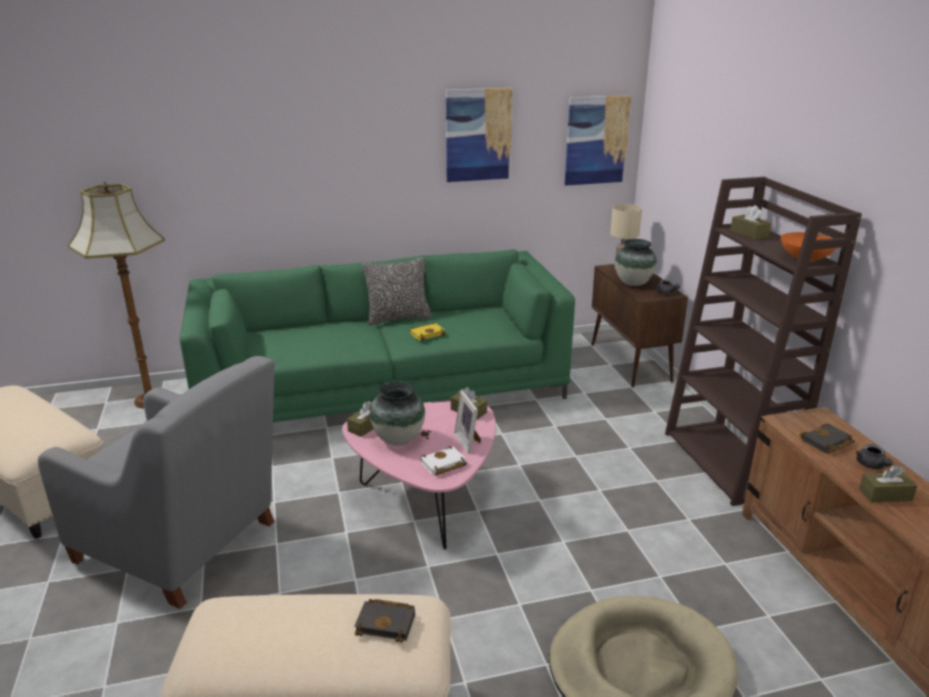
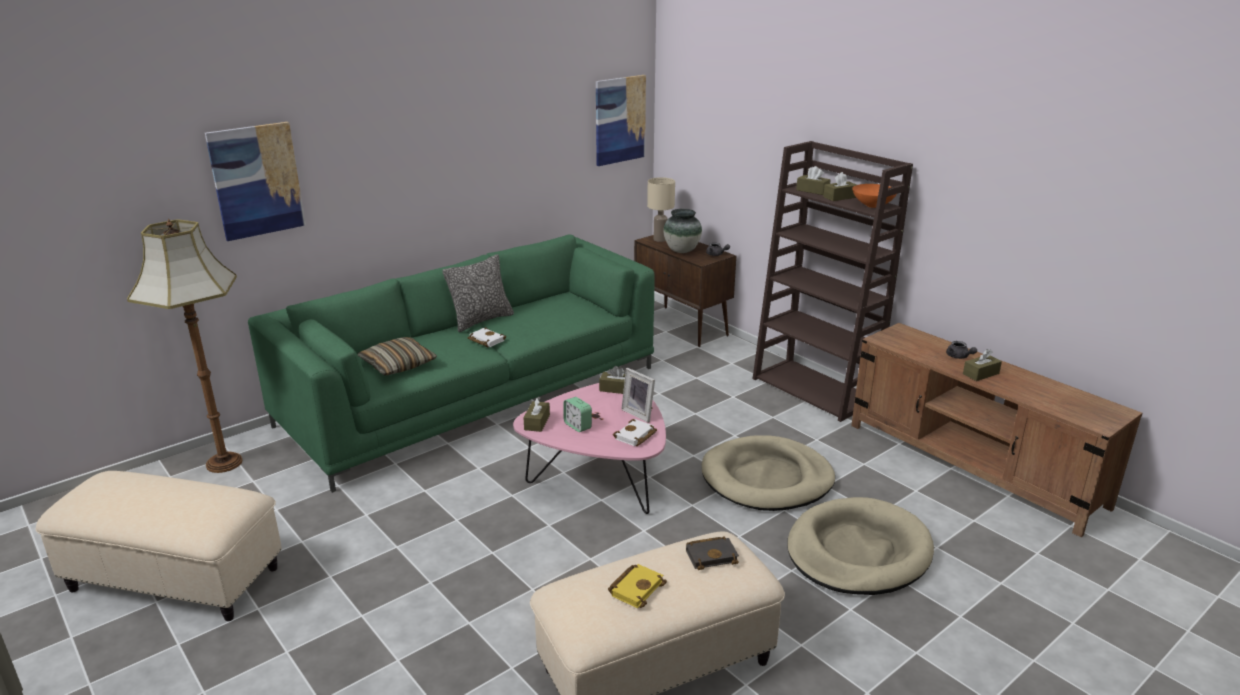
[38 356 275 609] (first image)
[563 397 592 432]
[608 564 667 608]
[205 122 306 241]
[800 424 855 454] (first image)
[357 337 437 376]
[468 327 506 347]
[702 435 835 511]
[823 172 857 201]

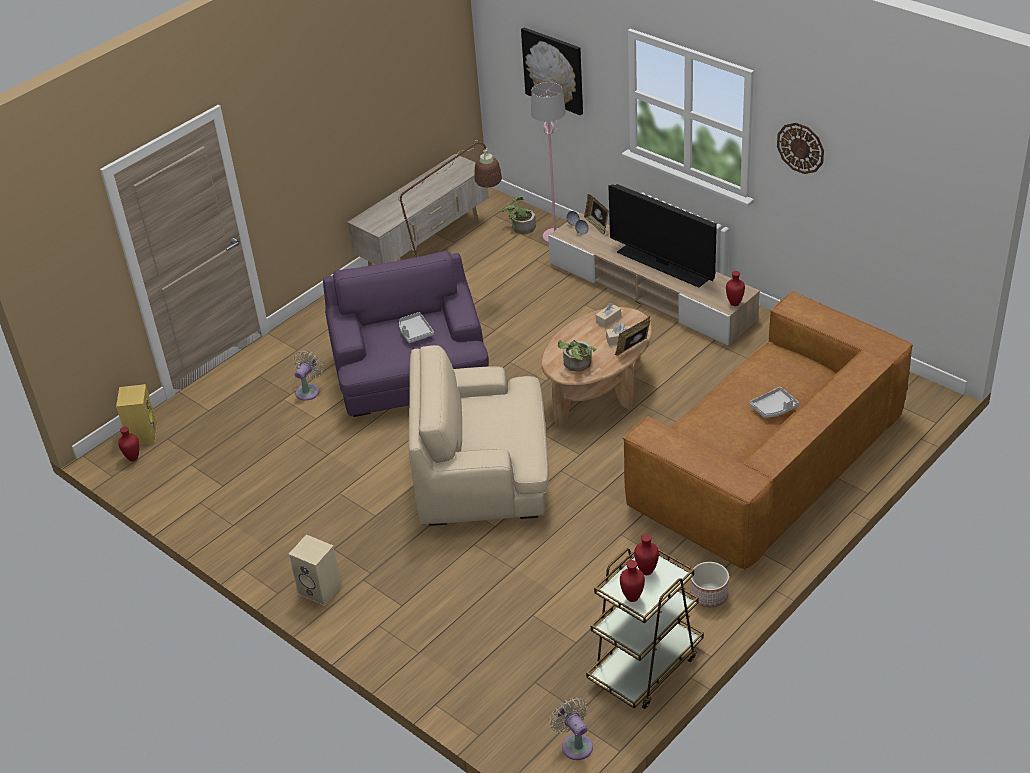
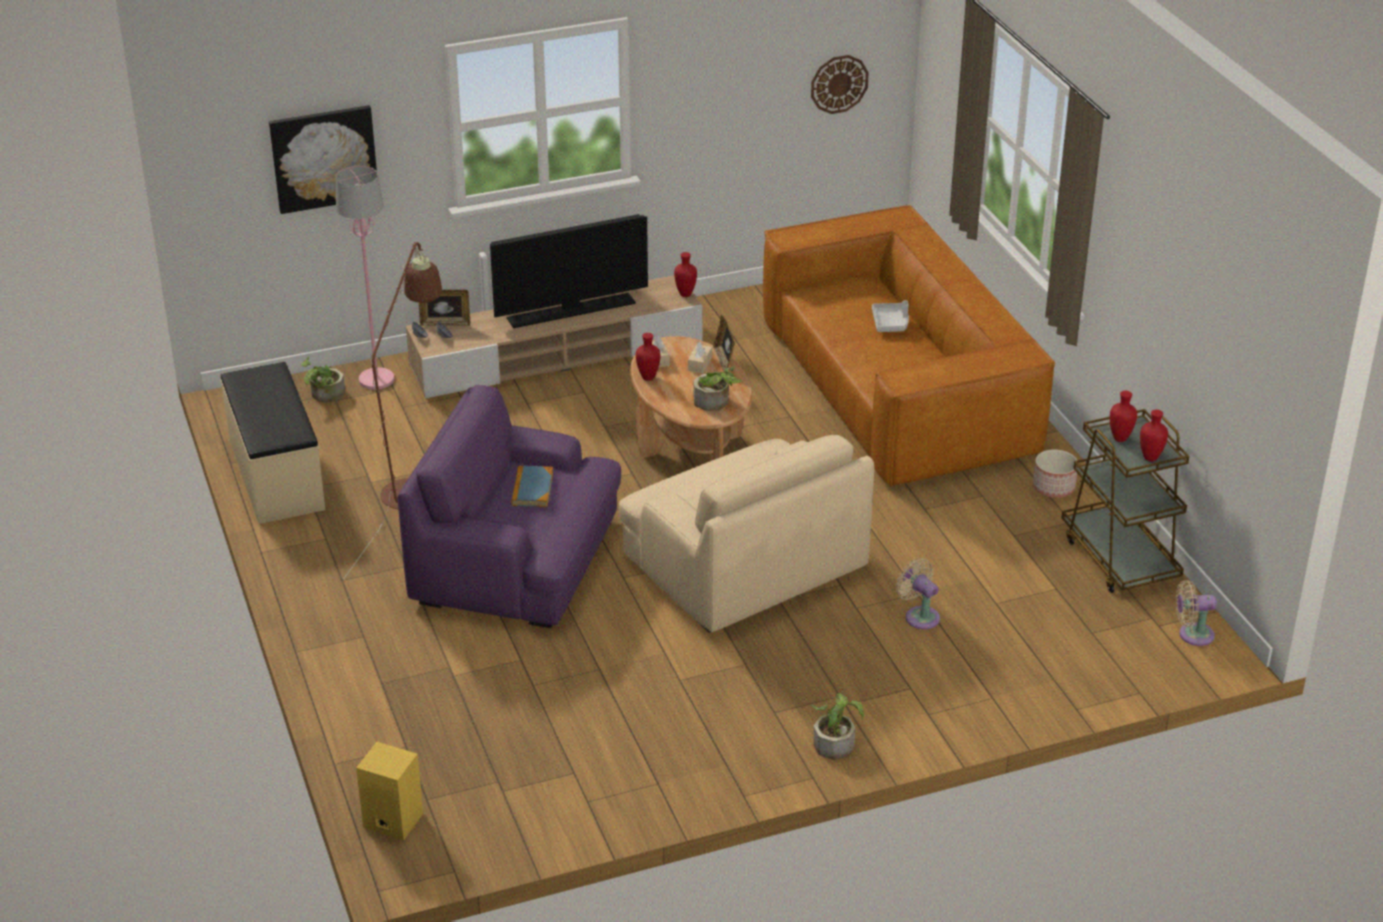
[636 333 660 381]
[811 693 864 760]
[896 558 940 629]
[221 362 325 524]
[511 466 553 507]
[619 435 874 633]
[811 55 869 114]

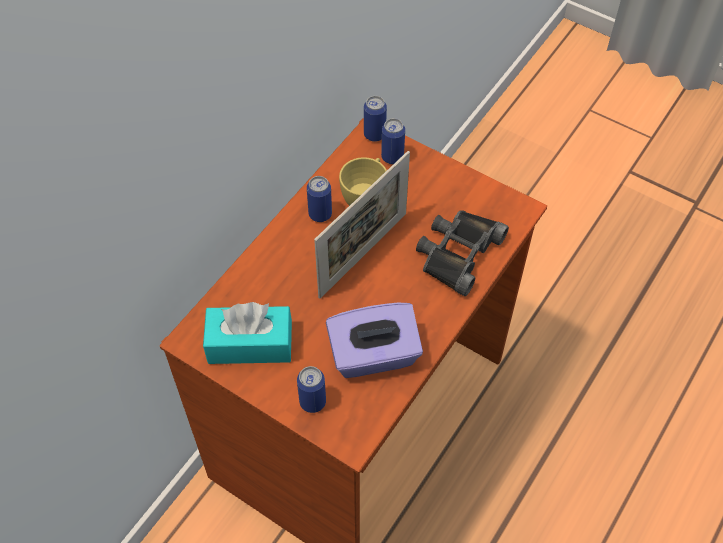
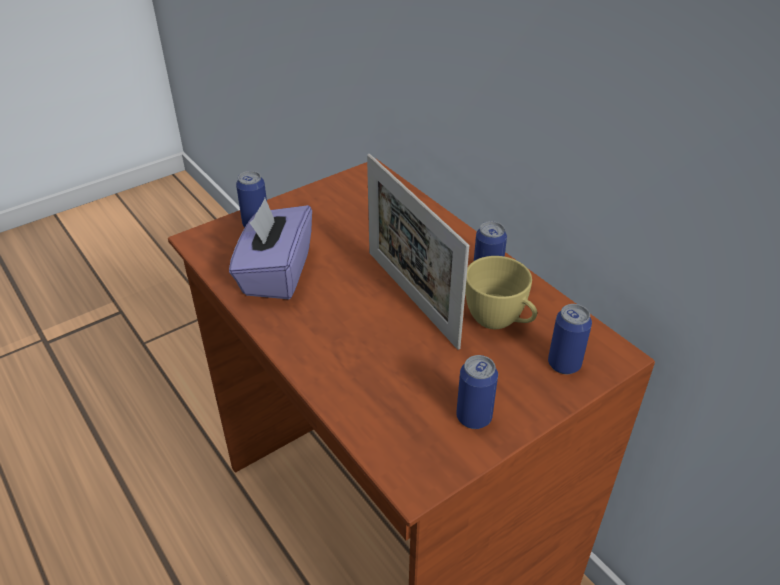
[203 302 292 364] (first image)
[456 355 498 429]
[416 210 509 296] (first image)

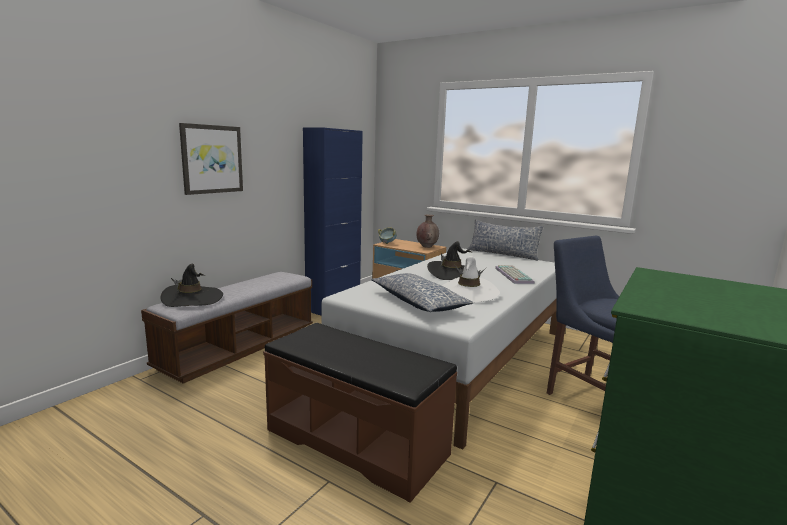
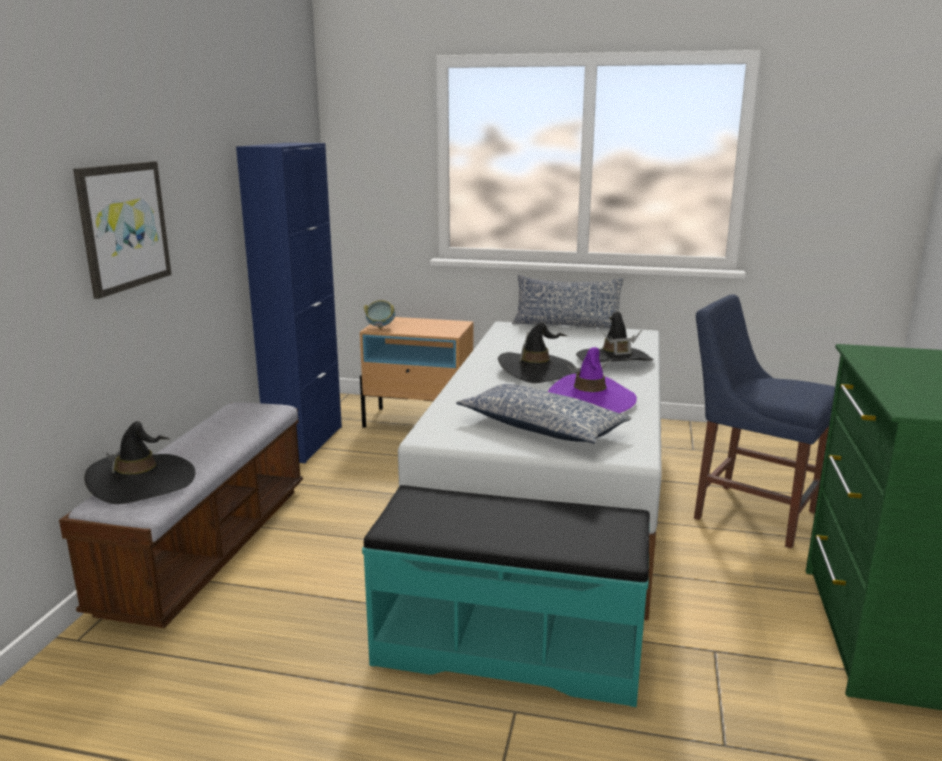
[362 485 650 707]
[416 215 439 248] (first image)
[548 347 637 413]
[576 311 654 362]

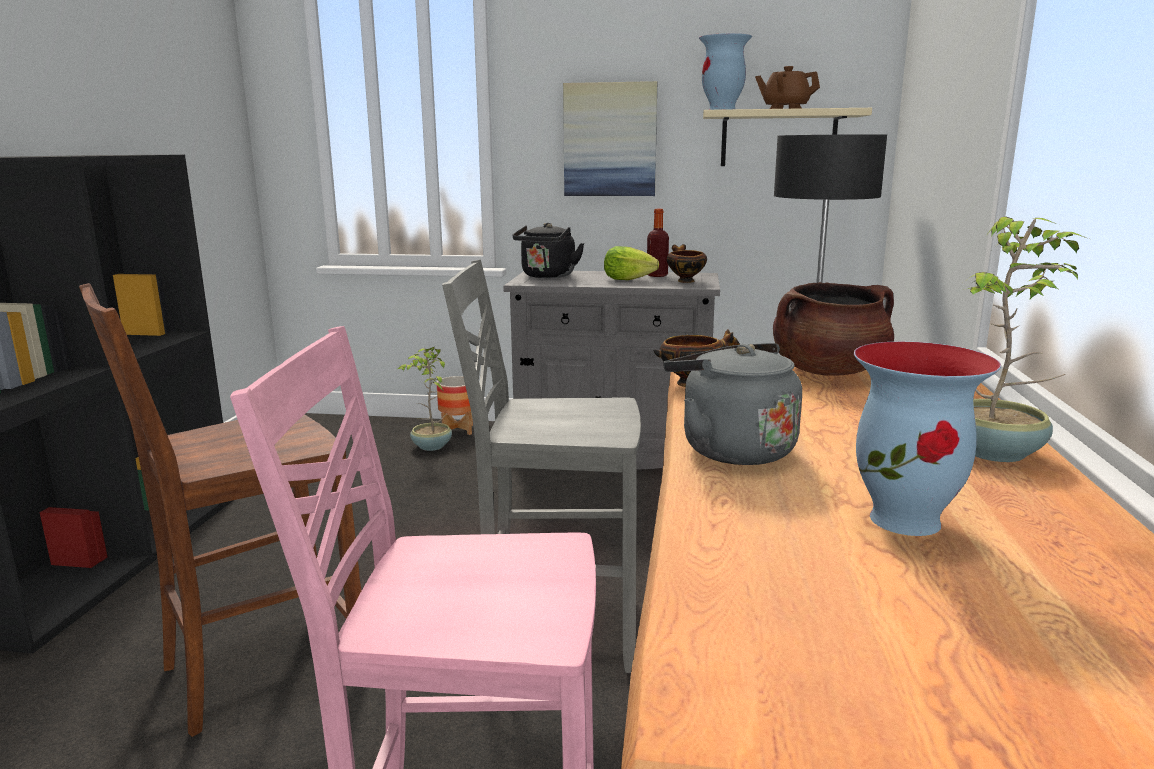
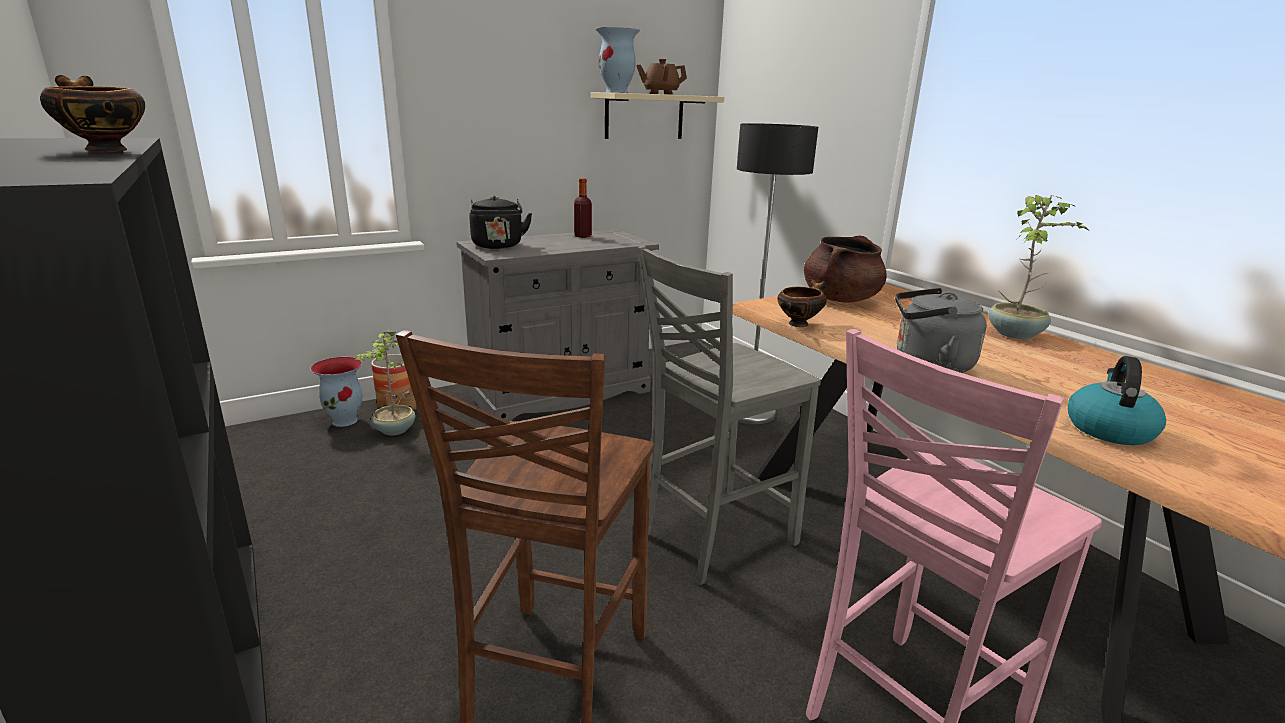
[563 81 657 196] (first image)
[604 246 659 280] (first image)
[40 75 145 152]
[310 357 362 427]
[1068 356 1166 445]

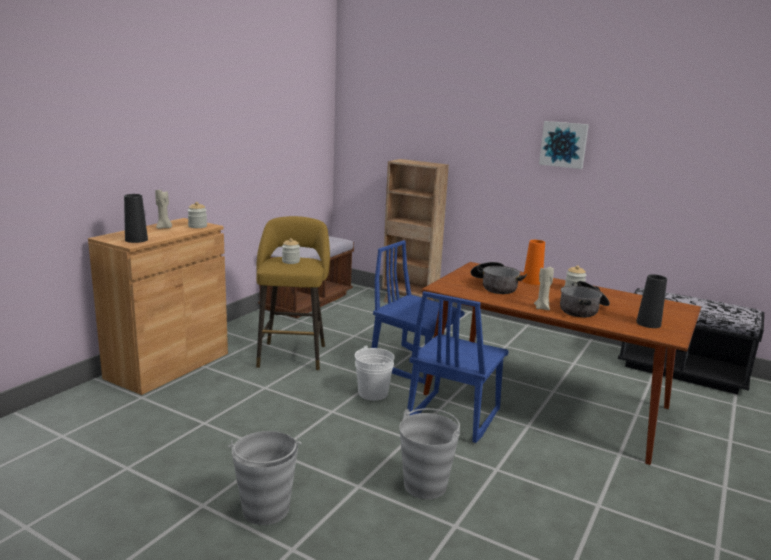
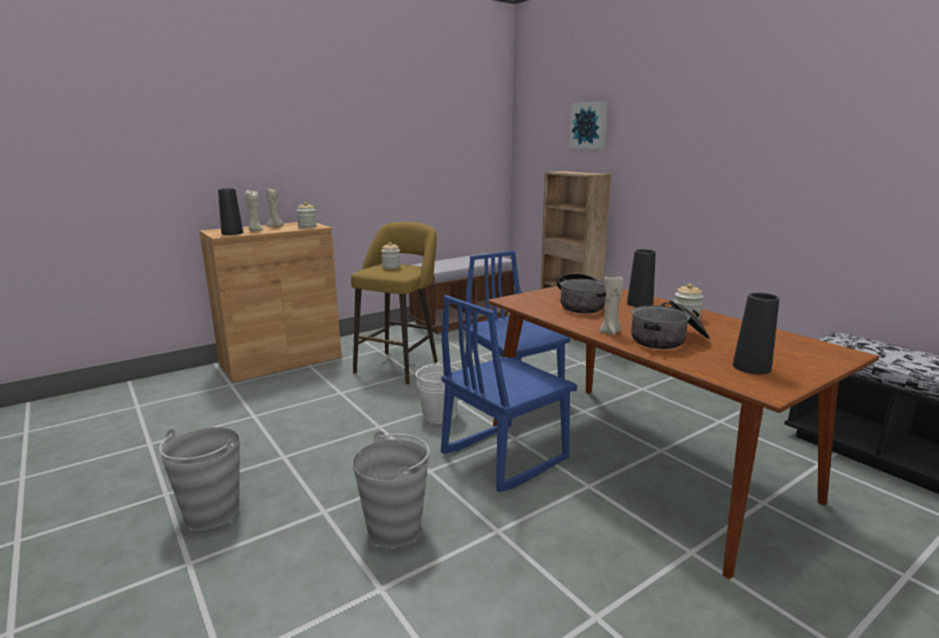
[627 249 656 307]
[569 101 608 149]
[245 190 263 231]

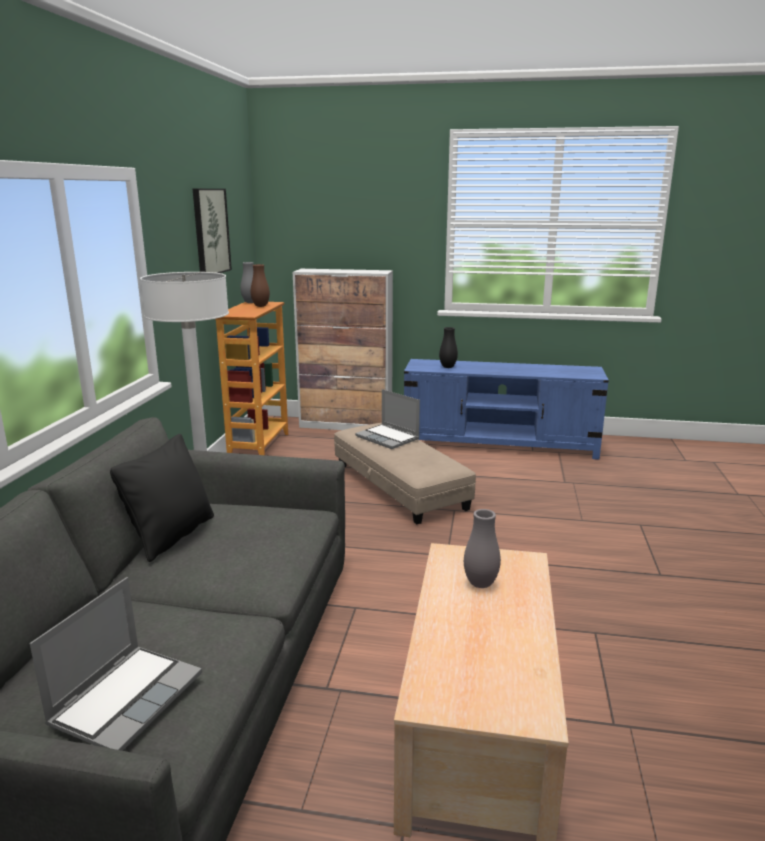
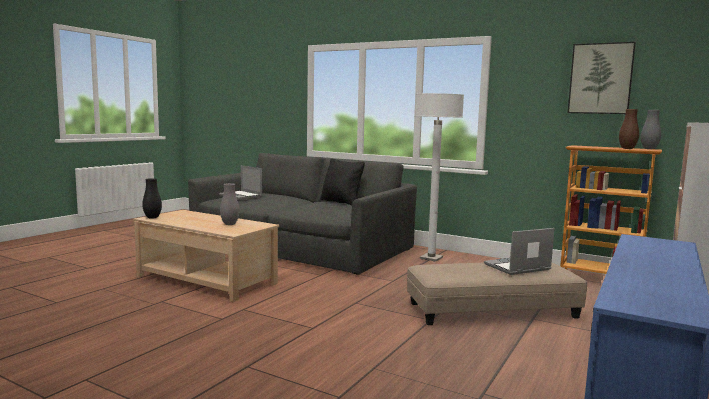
[142 178 162 219]

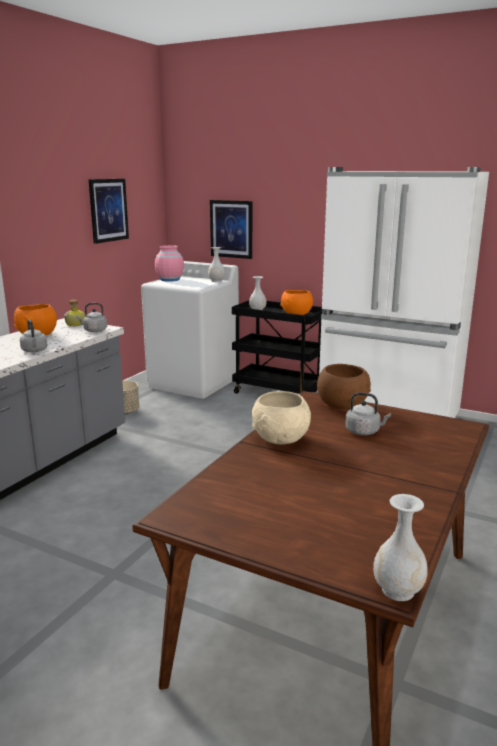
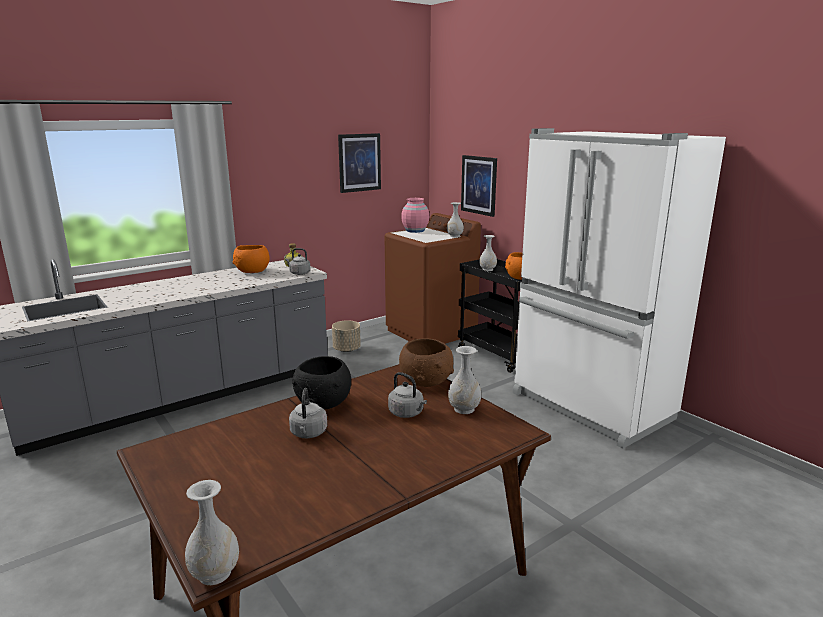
[289 388 327 438]
[384 213 481 344]
[292 356 351 409]
[448 346 481 414]

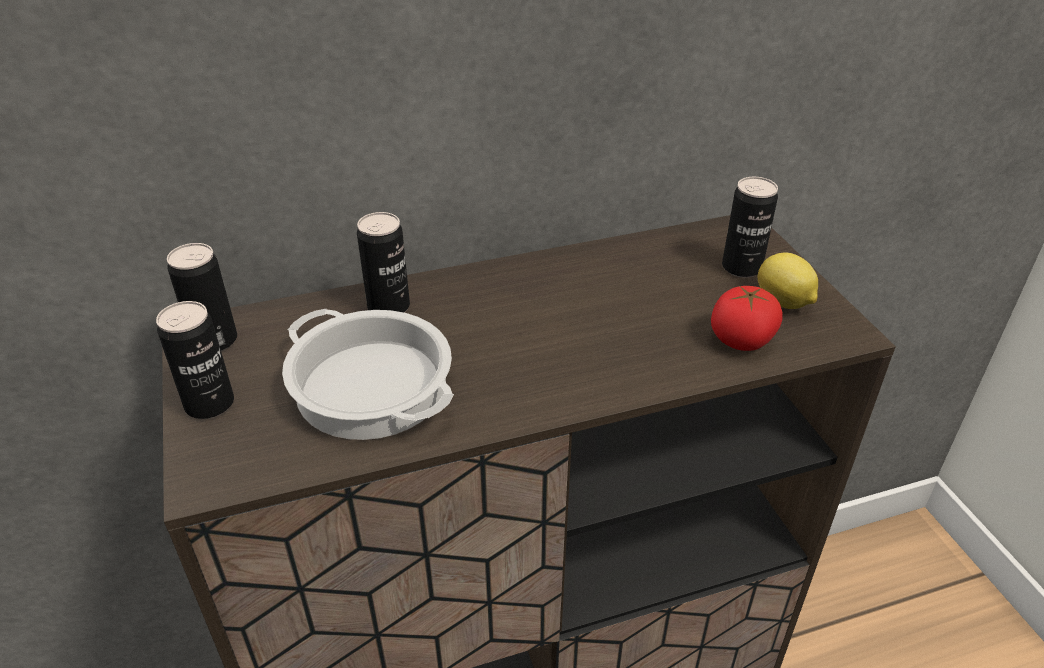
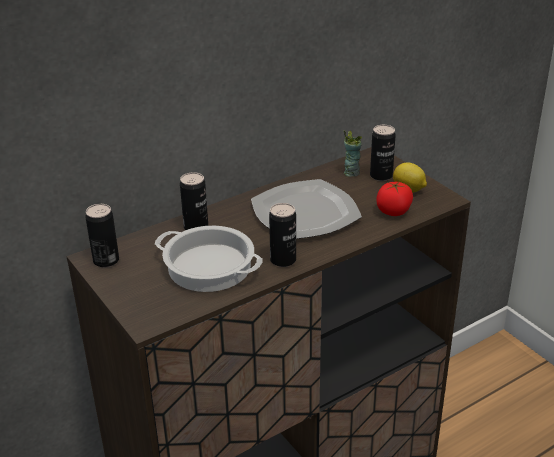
[269 203 296 267]
[251 179 362 239]
[344 130 362 177]

